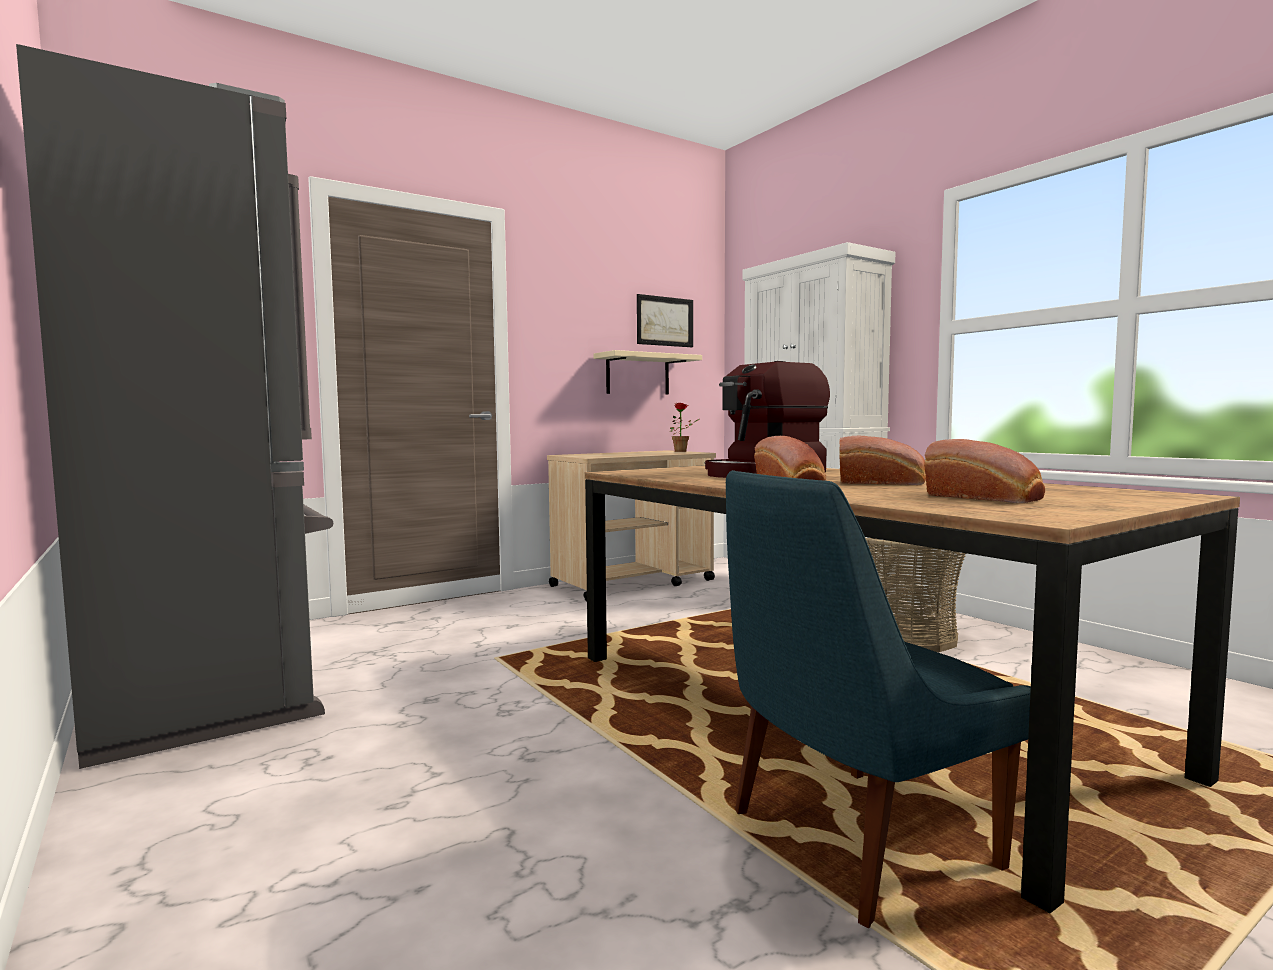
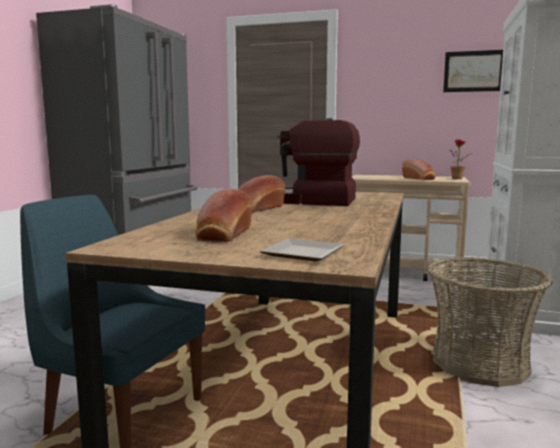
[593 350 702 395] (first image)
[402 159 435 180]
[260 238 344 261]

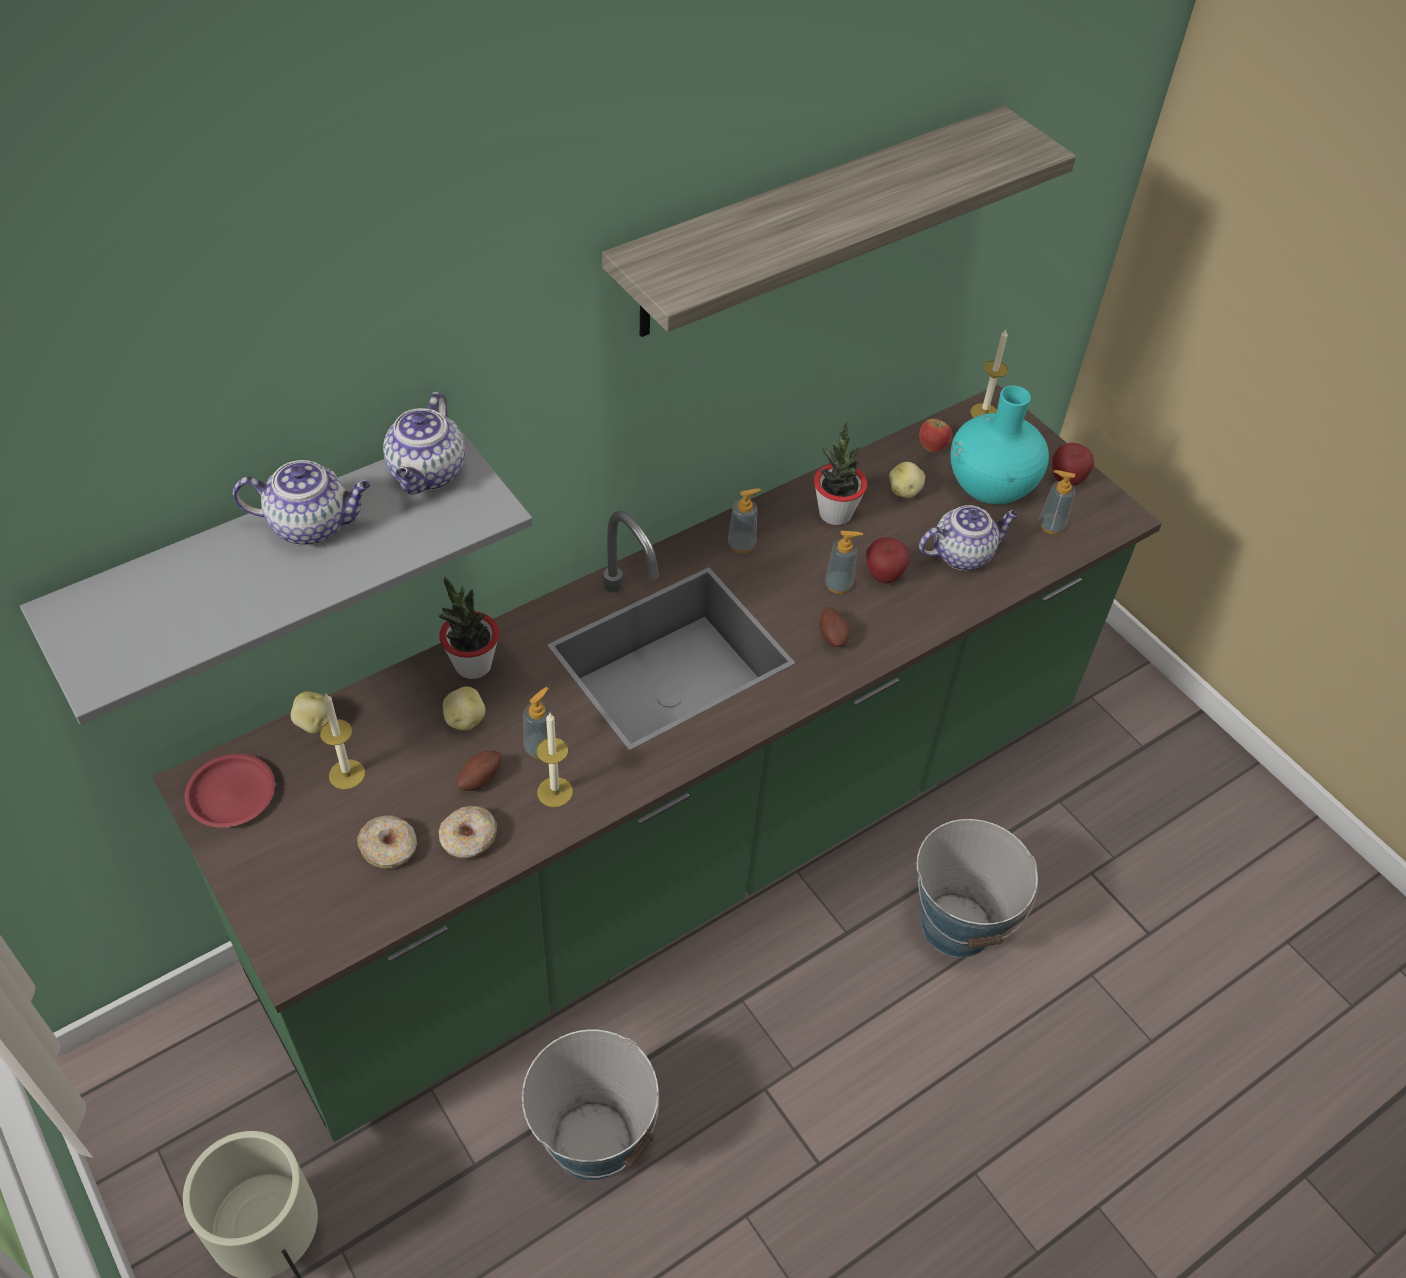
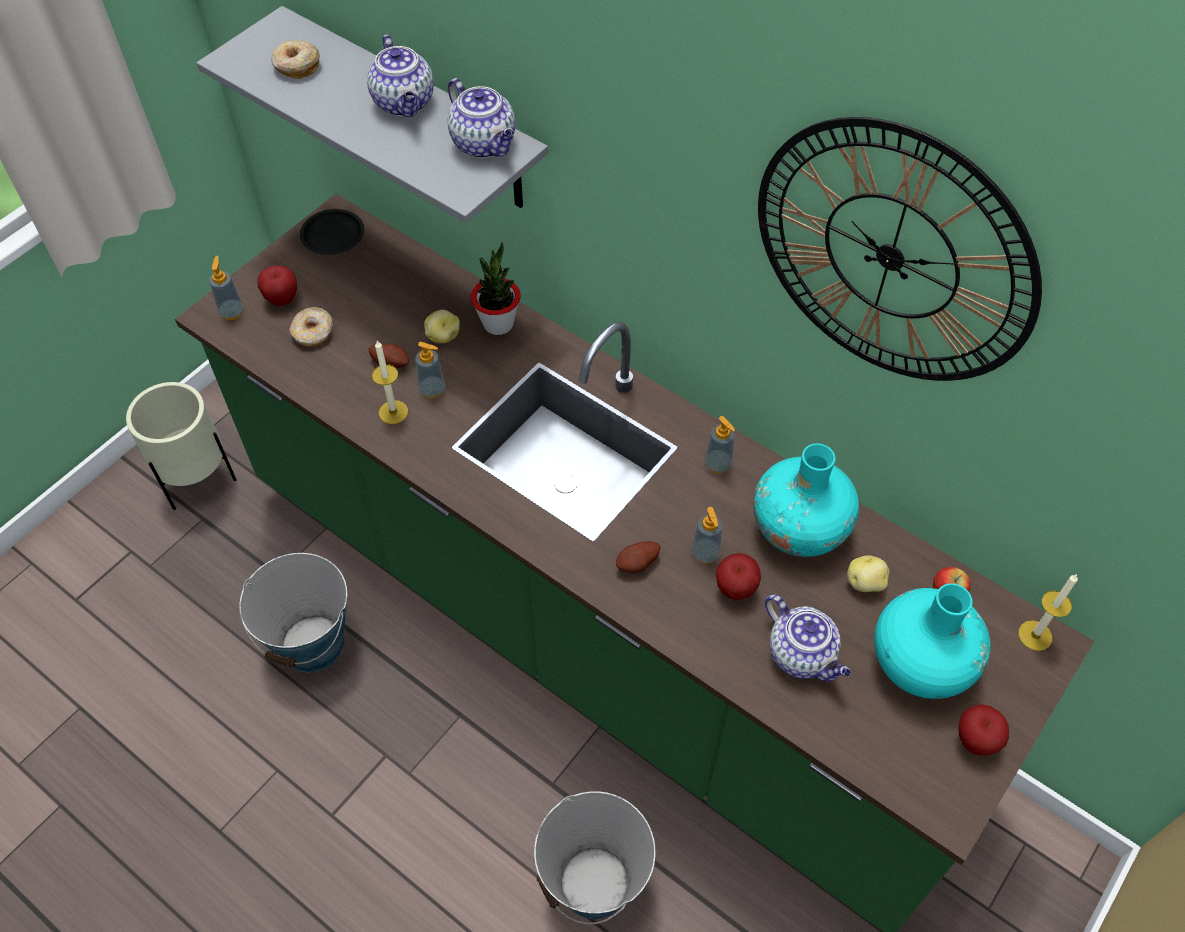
[300 209 364 255]
[291 691 334 734] (first image)
[320 694 365 790] (first image)
[448 78 516 158]
[271 41 320 79]
[758 117 1042 381]
[753 443 859 557]
[209 256 244 320]
[257 265 297 306]

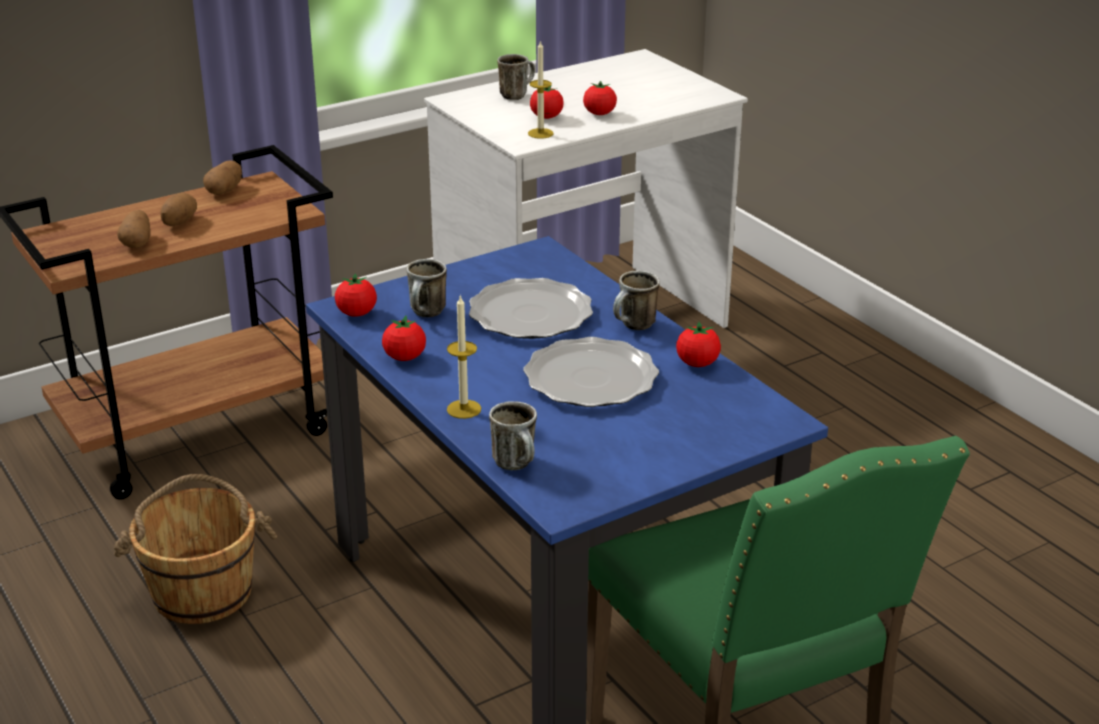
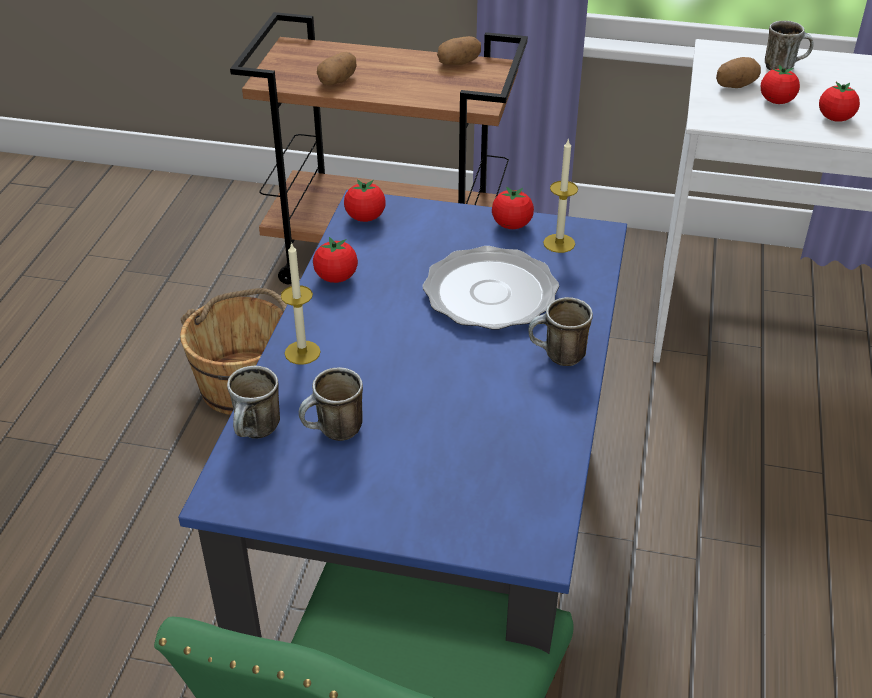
[716 57 761 88]
[299 367 363 441]
[523 337 659 407] (first image)
[543 138 578 253]
[492 187 534 229]

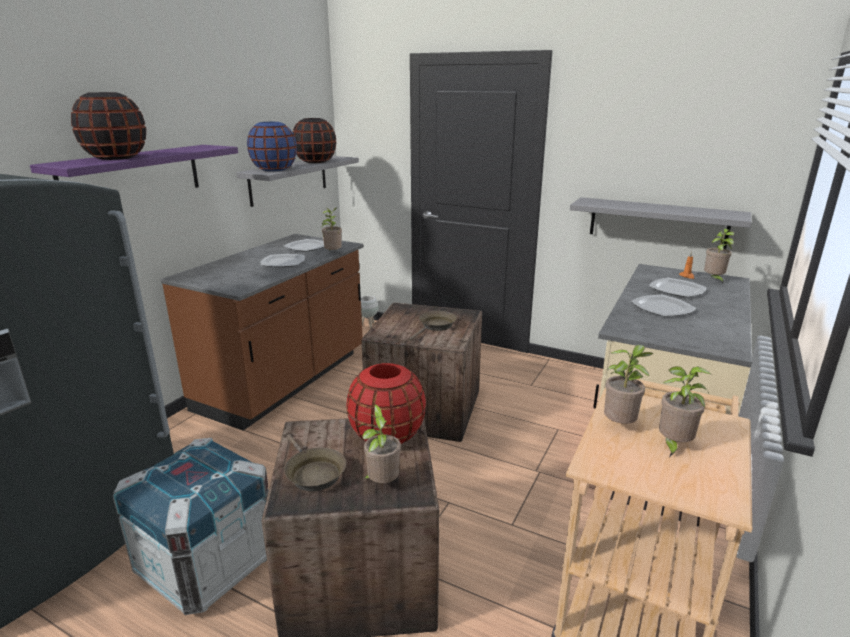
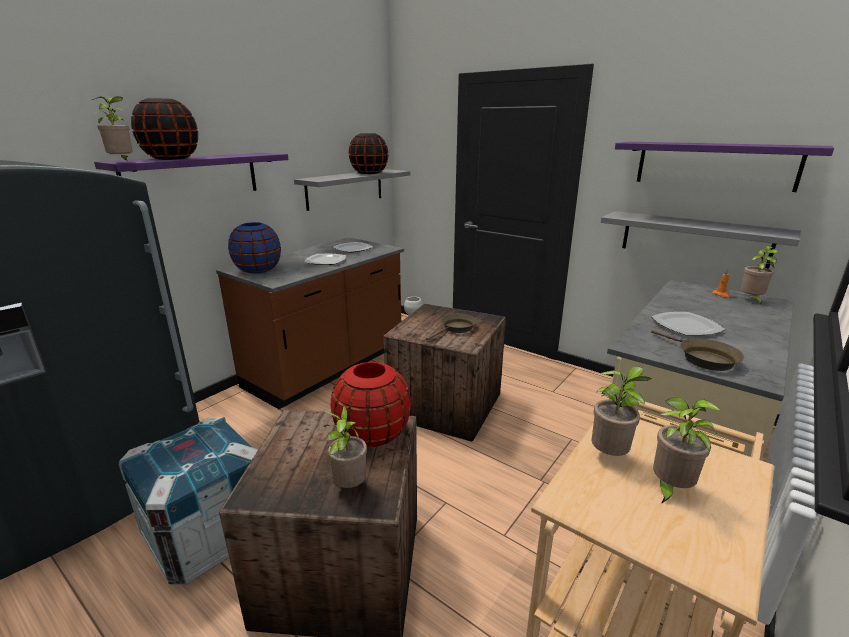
[228 222 281 273]
[651 329 744 371]
[92 96 133 161]
[649 278 707 297] (first image)
[615 142 834 192]

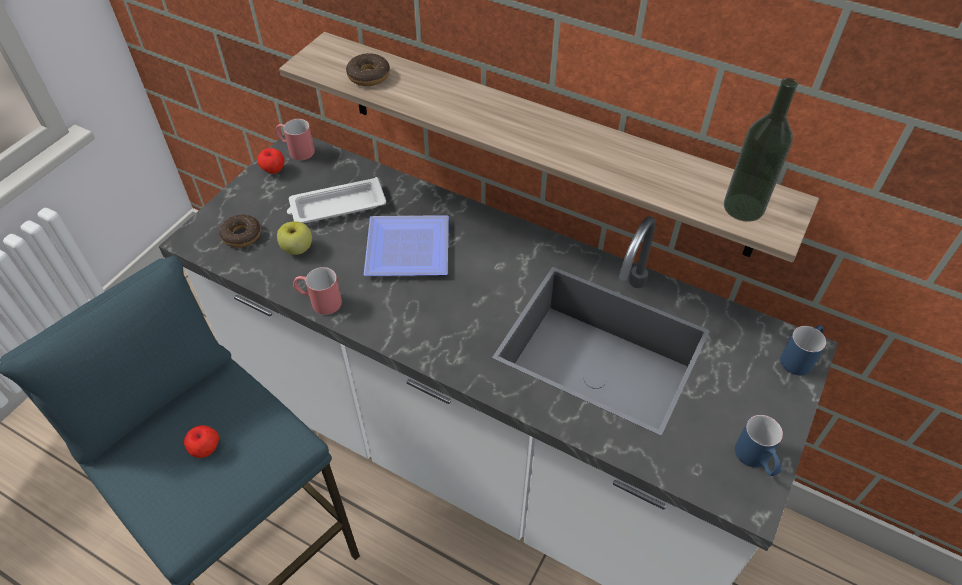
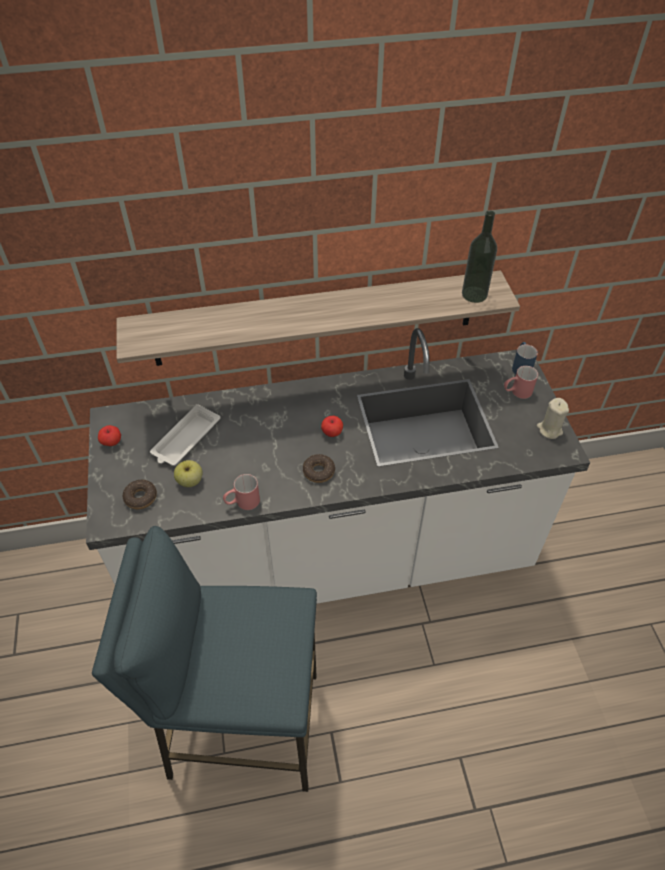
[321 416 343 437]
[504 366 538 399]
[303 454 335 483]
[364 215 449 276] (first image)
[537 398 569 439]

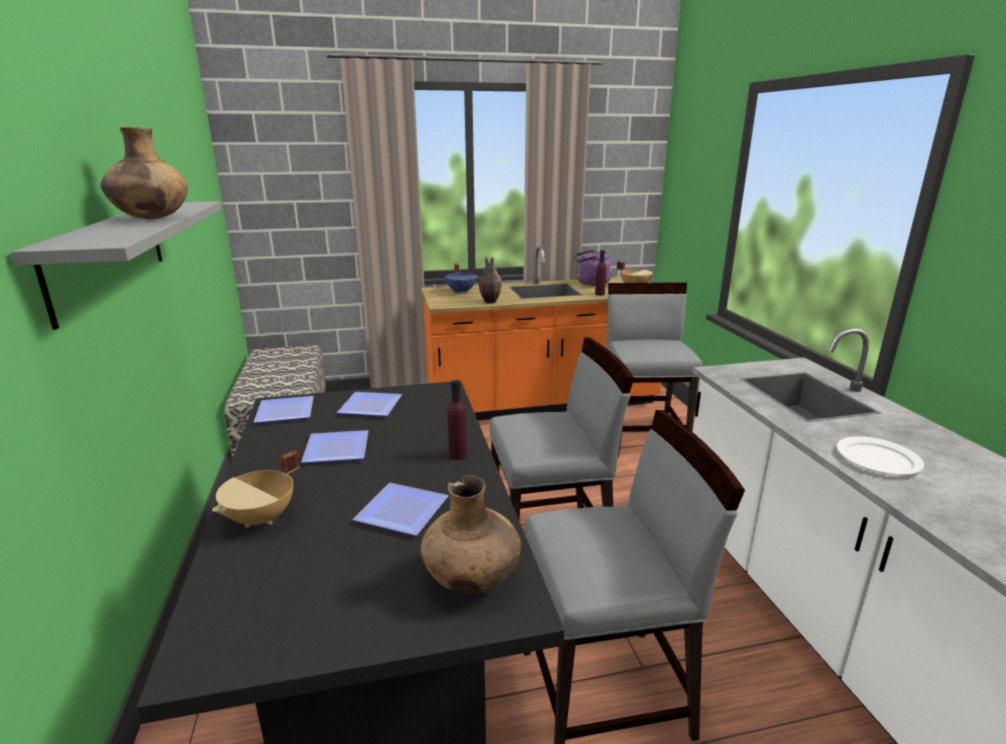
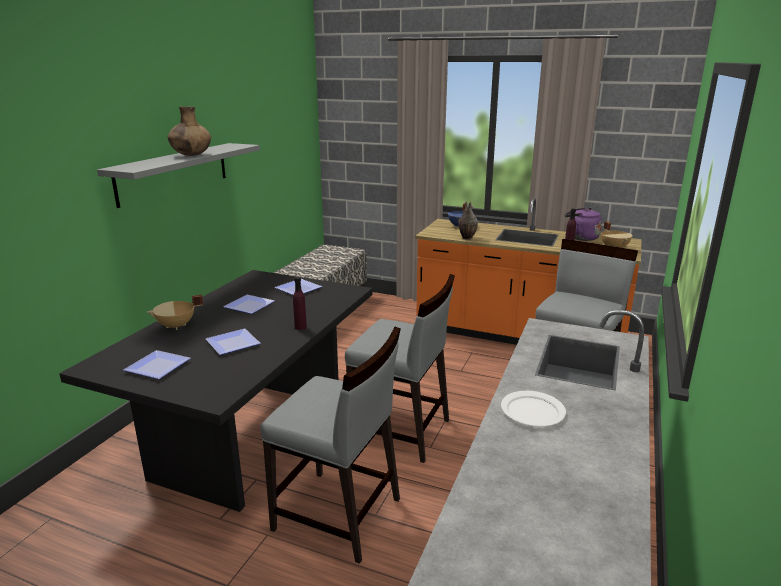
[123 350 191 379]
[421 475 521 594] (first image)

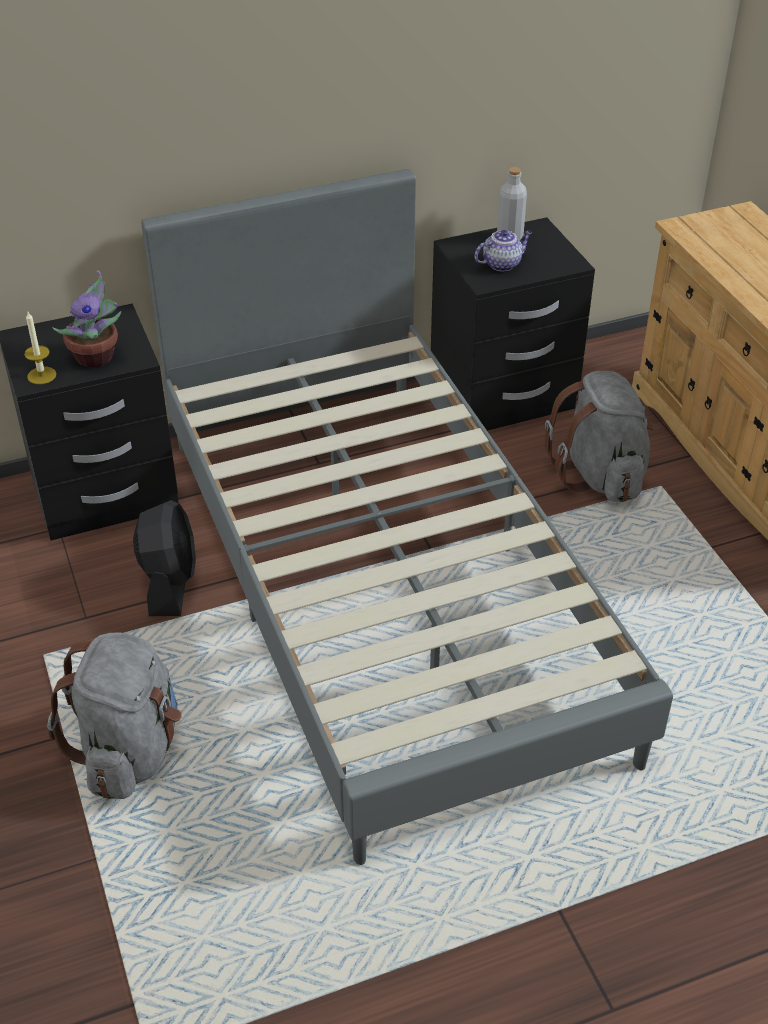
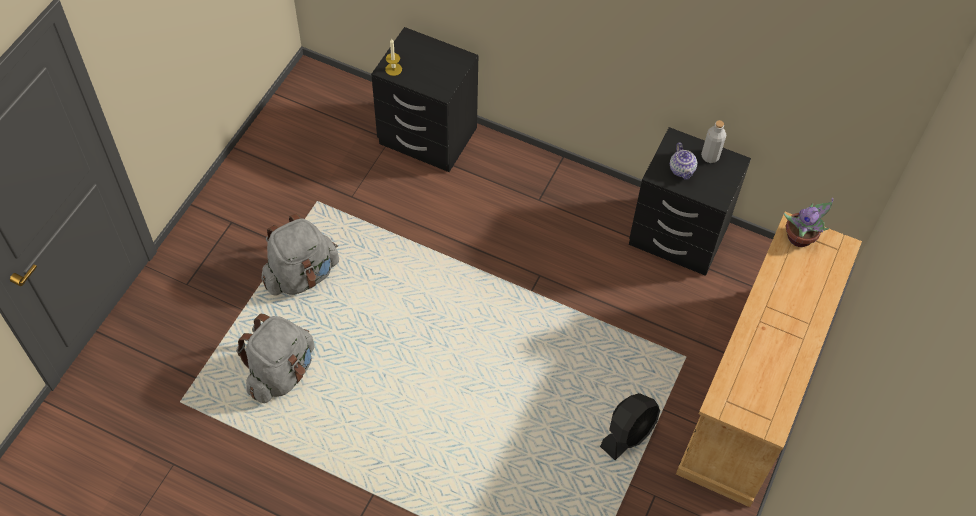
[784 198 833 247]
[600 393 660 460]
[141 169 673 865] (first image)
[670 142 697 180]
[236 314 315 403]

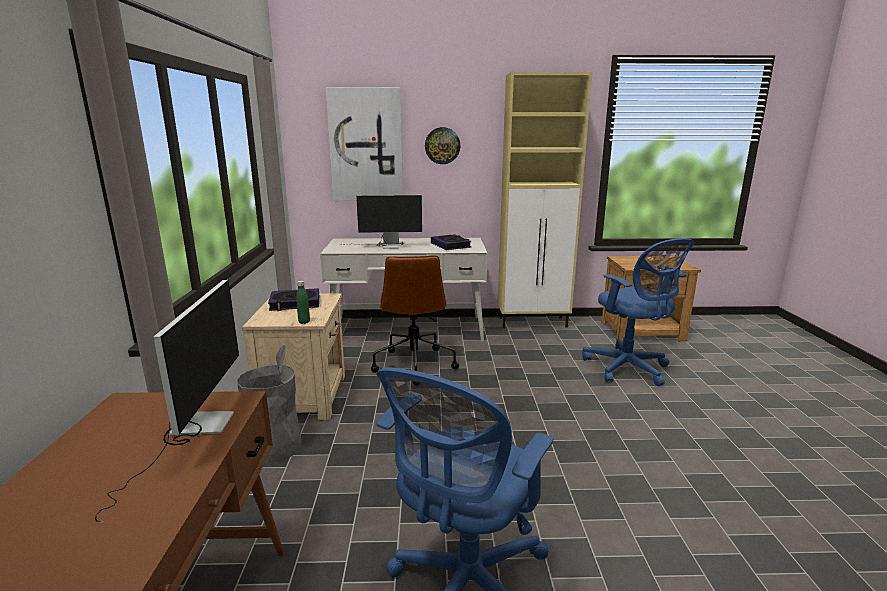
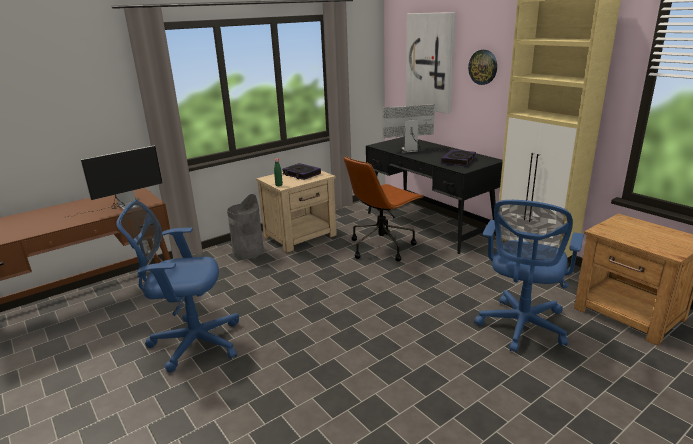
[366 137 503 254]
[383 104 455 153]

